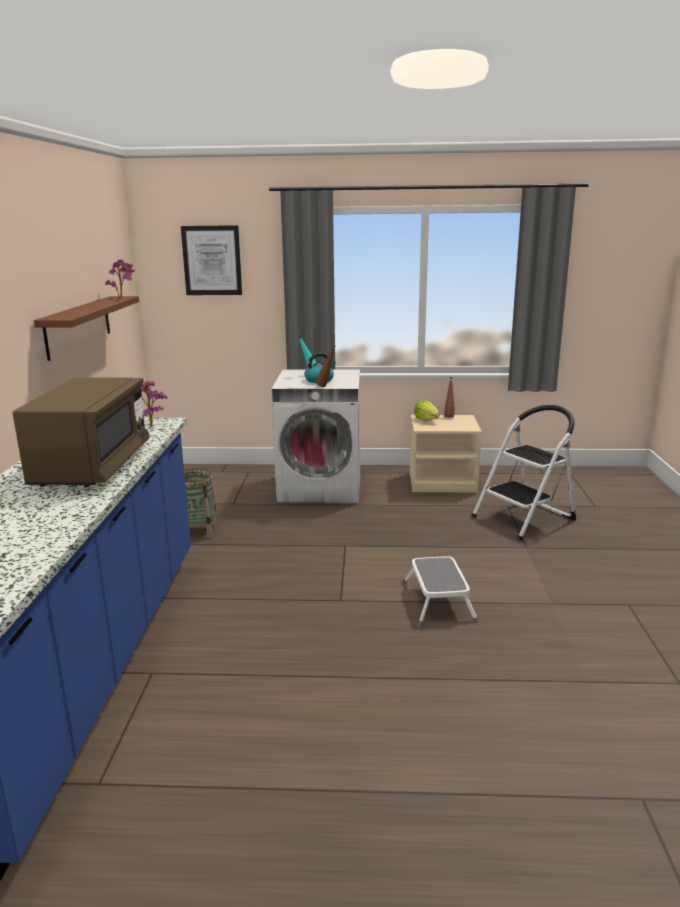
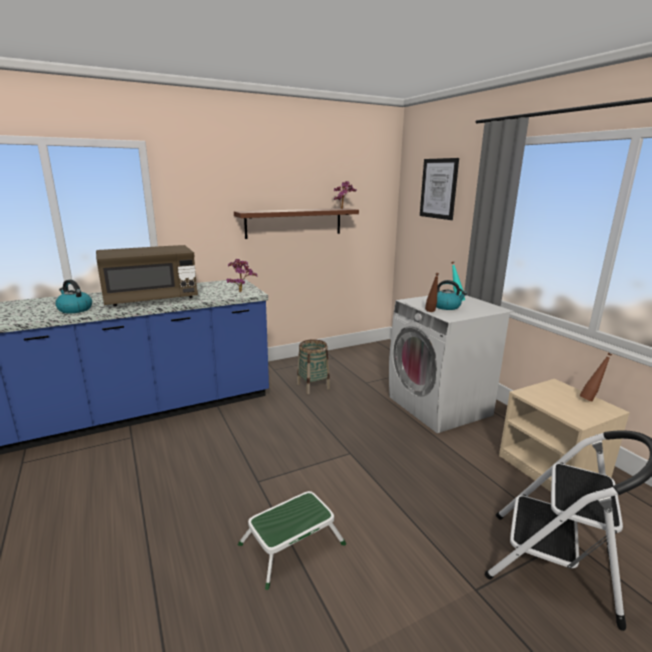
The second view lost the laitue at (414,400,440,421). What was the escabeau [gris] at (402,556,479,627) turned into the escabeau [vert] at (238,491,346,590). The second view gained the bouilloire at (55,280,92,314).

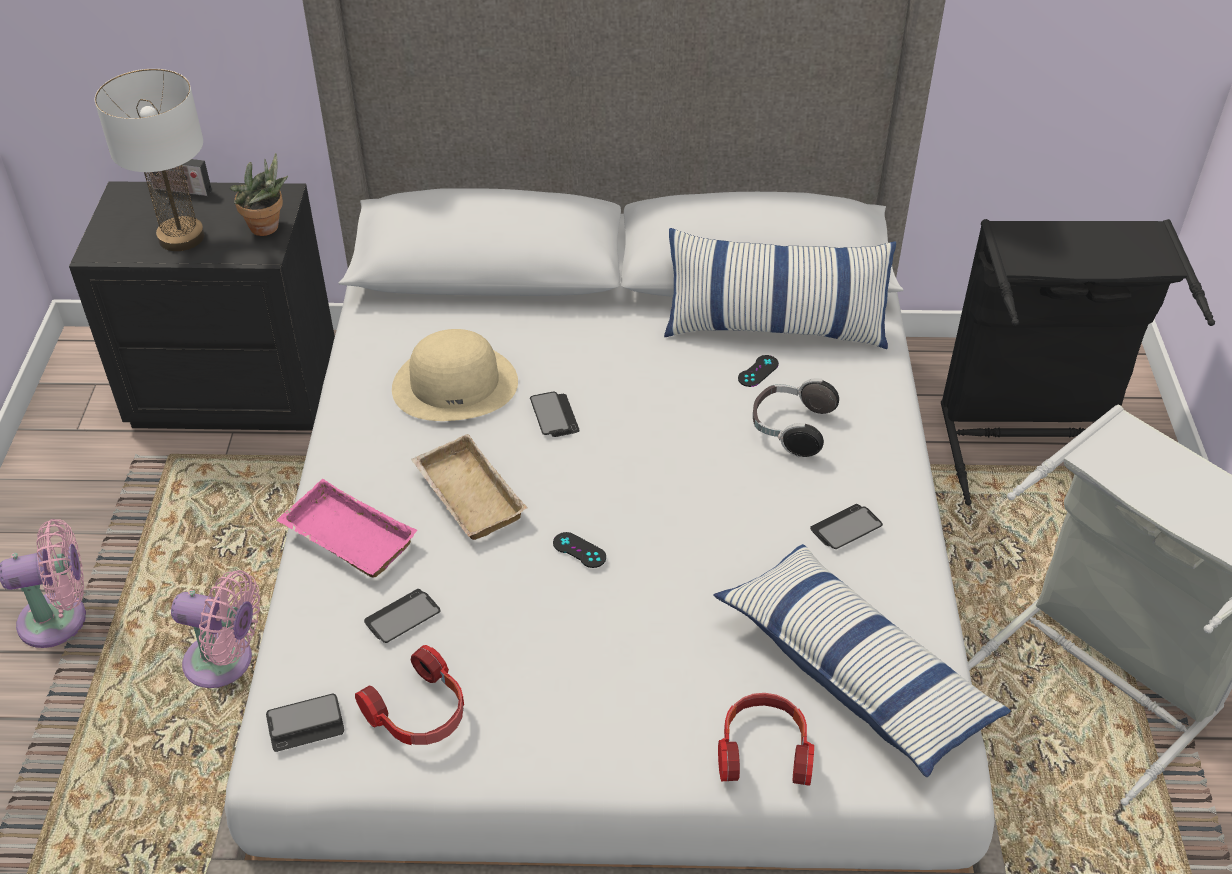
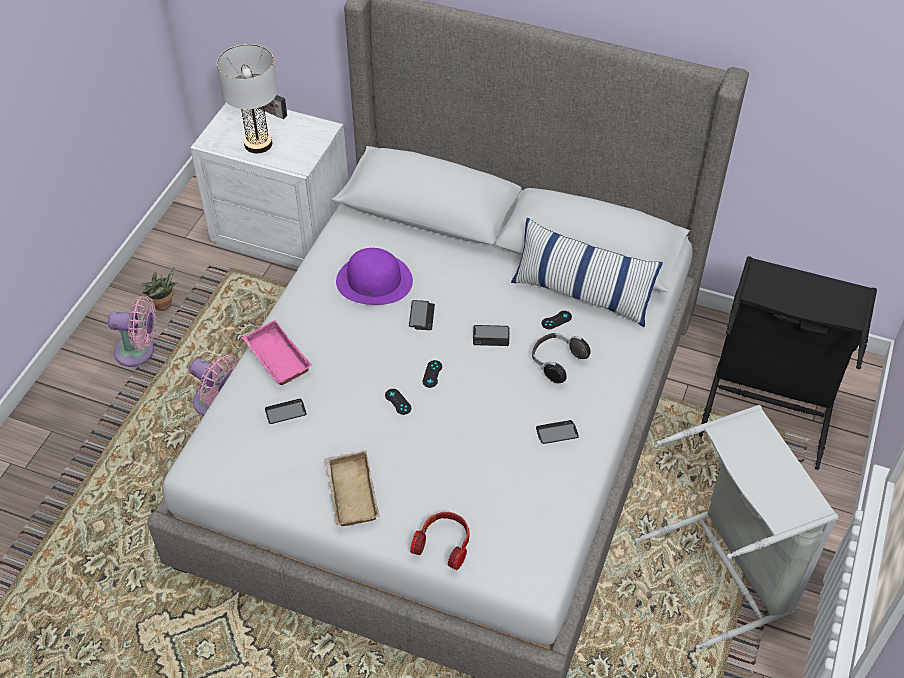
The plante en pot ended up elsewhere, having gone from (230,153,288,236) to (142,268,178,311). What was the table de chevet [noir] at (69,181,335,431) turned into the table de chevet [blanc] at (190,103,349,269). What was the chapeau [beige] at (392,329,518,421) turned into the chapeau [violet] at (336,248,413,305). The plateau [beige] ended up elsewhere, having gone from (411,434,527,540) to (325,451,379,526). The second view lost the coussin at (713,544,1011,777). The second view lost the casque audio at (355,645,464,745). The téléphone ended up elsewhere, having gone from (266,693,344,752) to (473,325,510,346). The second view gained the manette [noir] at (422,360,442,388).

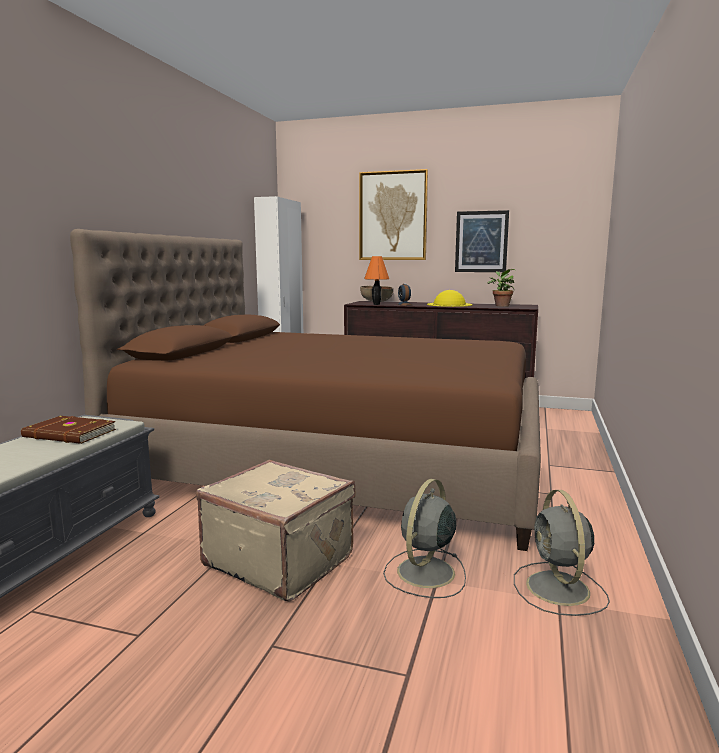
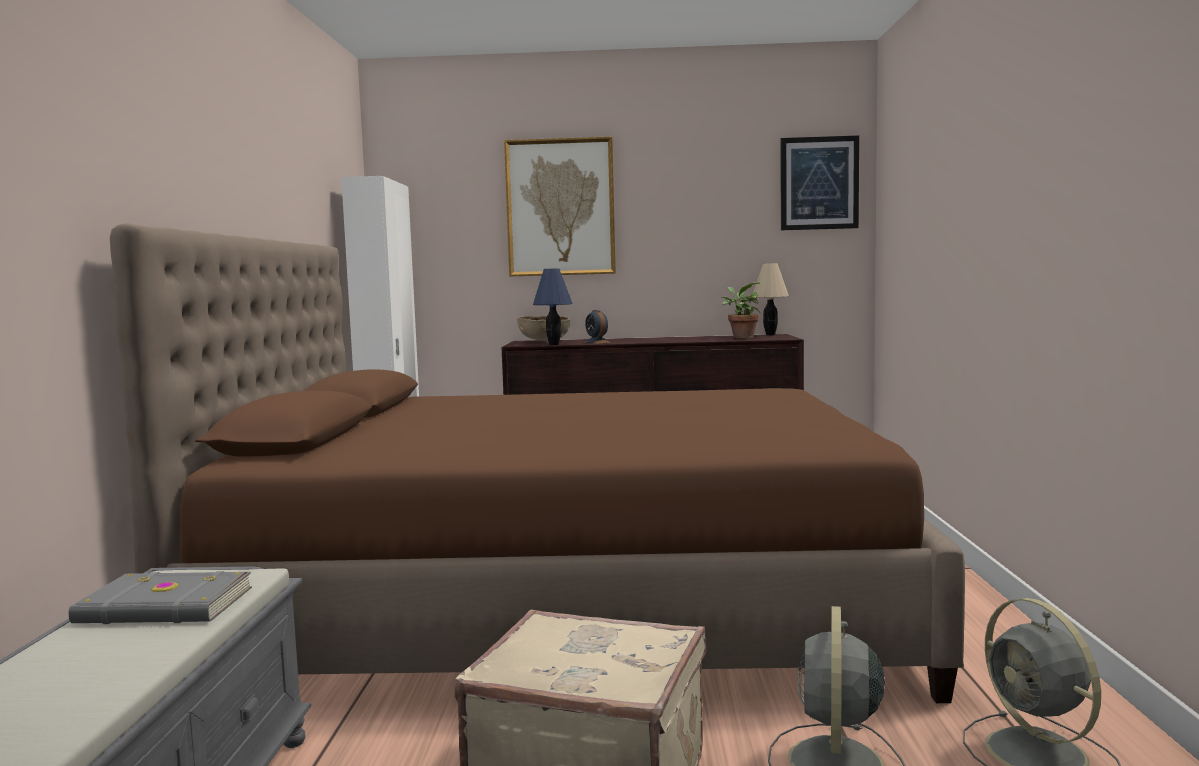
The tableau ended up elsewhere, having gone from (455,210,509,272) to (780,135,859,230). What was the lampe de table [orange] at (364,256,389,305) turned into the lampe de table [bleu] at (533,268,573,345). The second view lost the chapeau [jaune] at (427,290,473,307). What was the livre [marron] at (21,416,116,444) turned into the livre [gris] at (69,571,252,624). The second view gained the lampe de table [beige] at (753,263,789,335).

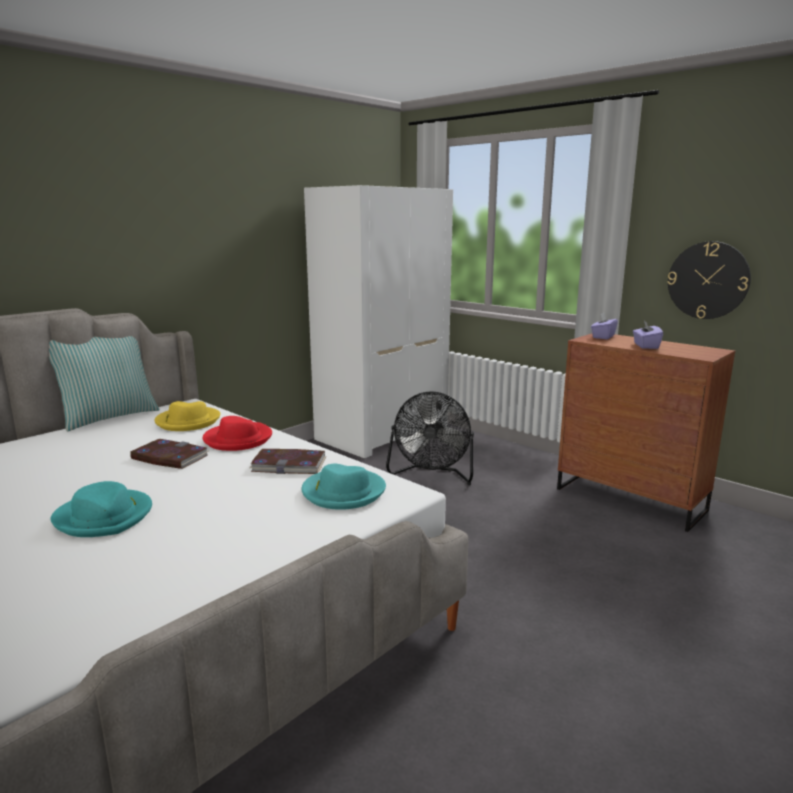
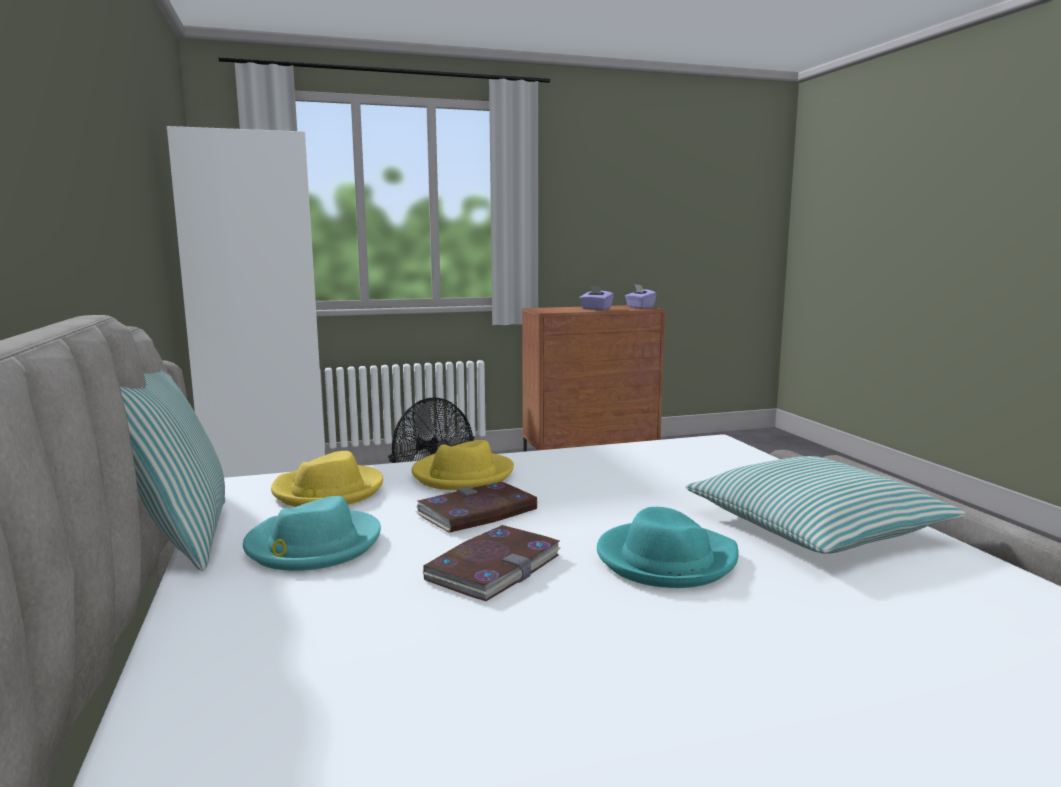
The second view lost the horloge murale at (667,241,751,319). The boîte à mouchoirs [violet] ended up elsewhere, having gone from (591,312,618,339) to (625,285,656,309). What was the chapeau [rouge] at (202,416,272,451) turned into the chapeau [jaune] at (412,440,514,490). The livre ended up elsewhere, having gone from (250,449,326,474) to (422,525,561,601). The chapeau [turquoise] ended up elsewhere, having gone from (302,464,386,510) to (243,496,381,571). The second view gained the coussin at (686,456,966,554).

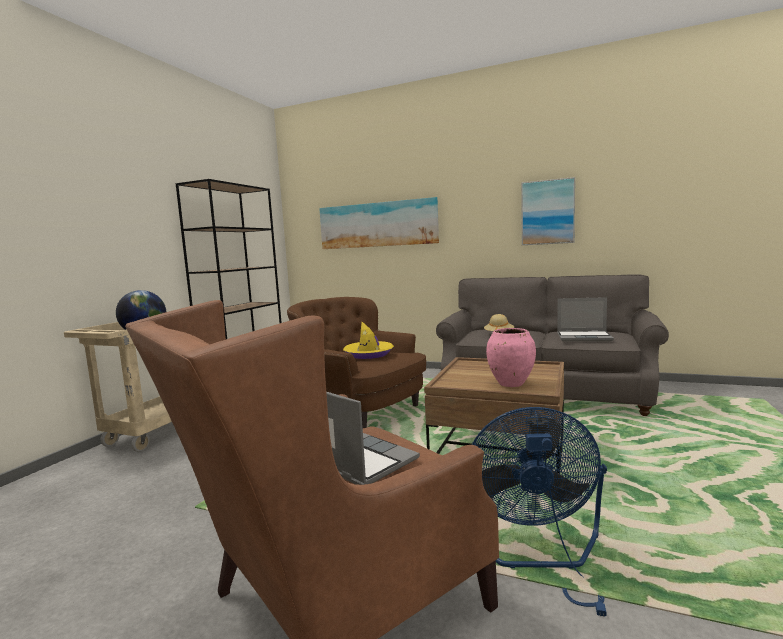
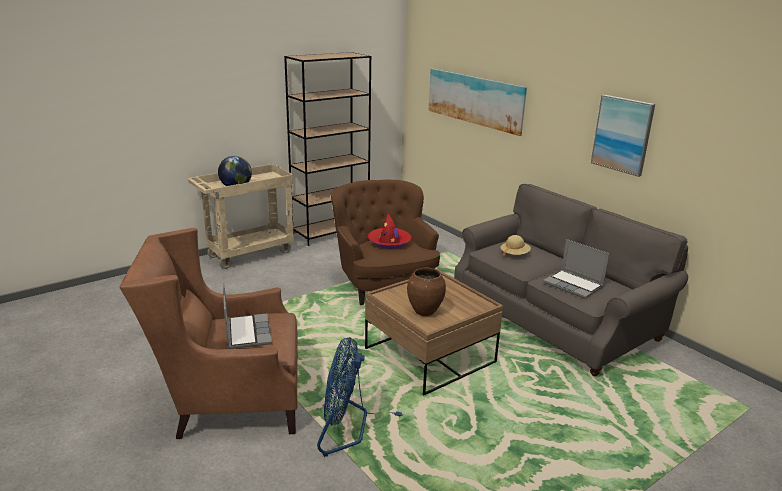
What was the chapeau [jaune] at (343,322,394,359) turned into the chapeau [rouge] at (368,214,411,249). What was the vase [rose] at (486,328,536,387) turned into the vase [marron] at (407,267,446,316). The ventilateur [bleu] at (472,407,607,617) ended up facing another way, 120 degrees counterclockwise from before.

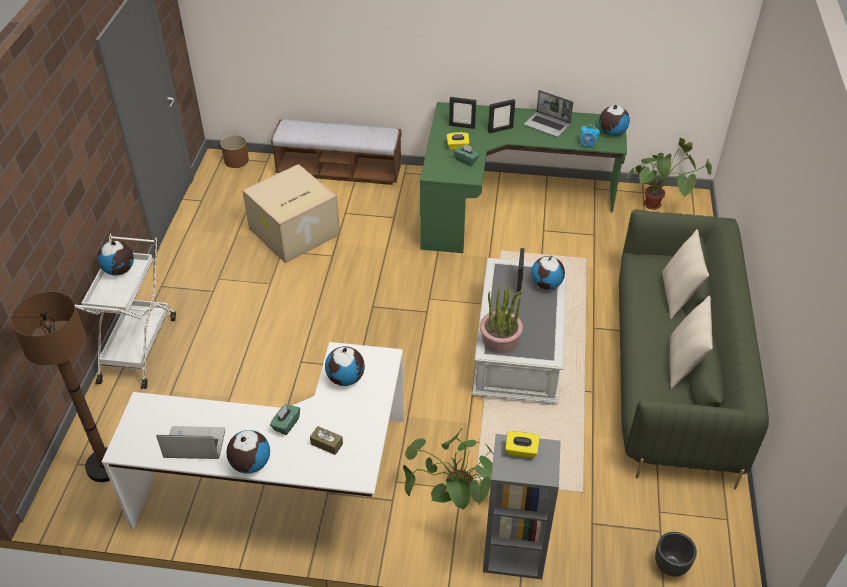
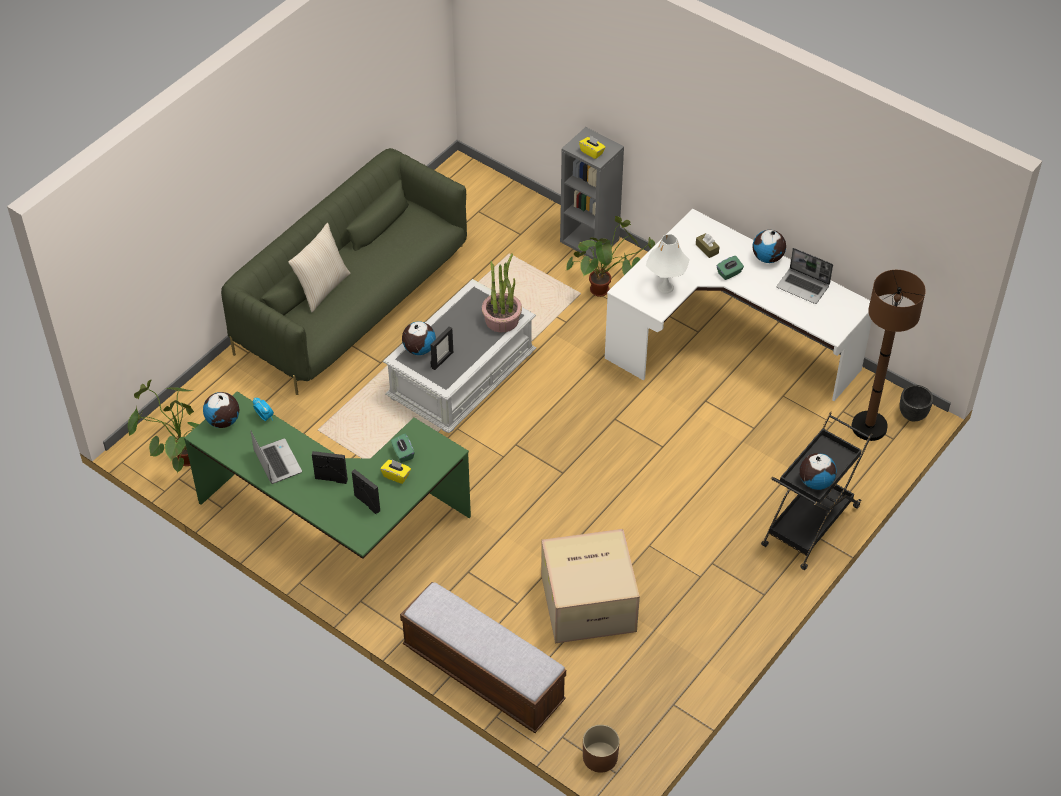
What was the chariot [blanc] at (75,233,176,389) turned into the chariot [noir] at (761,412,872,570). The second view lost the coussin [beige] at (670,296,713,389). Where the globe stood at (325,346,365,386), the lampe de table [blanc] came to stand at (646,234,690,293). The cache-pot [noir] ended up elsewhere, having gone from (655,532,697,577) to (900,385,933,421).

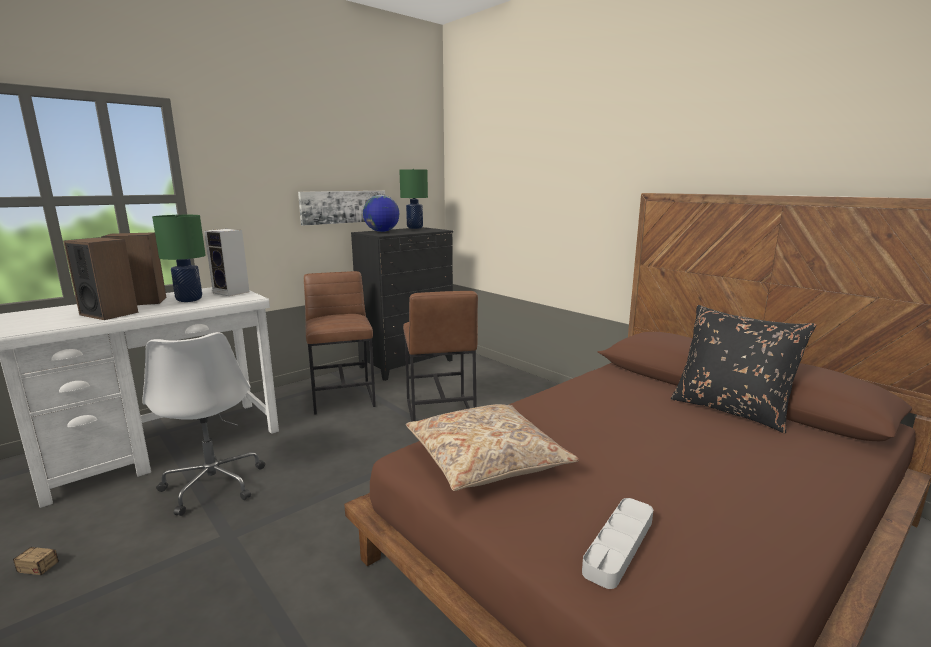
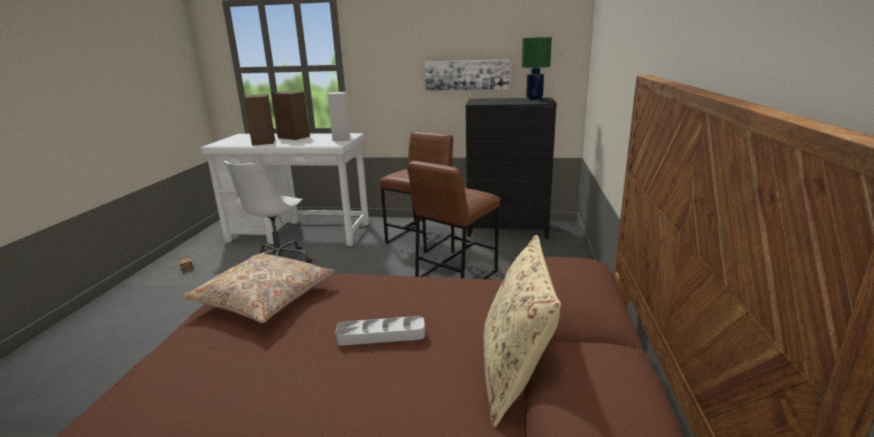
The second view lost the globe at (363,195,399,232). The second view lost the lampe de table [vert] at (152,215,206,302). What was the coussin [noir] at (671,305,816,433) turned into the coussin [beige] at (483,235,561,427). The plateau [gris] ended up elsewhere, having gone from (582,498,653,589) to (336,316,425,346).

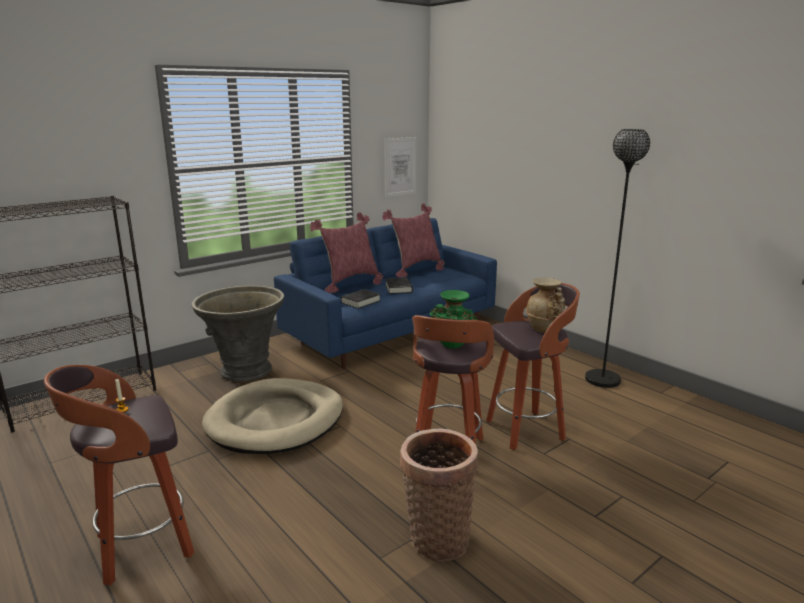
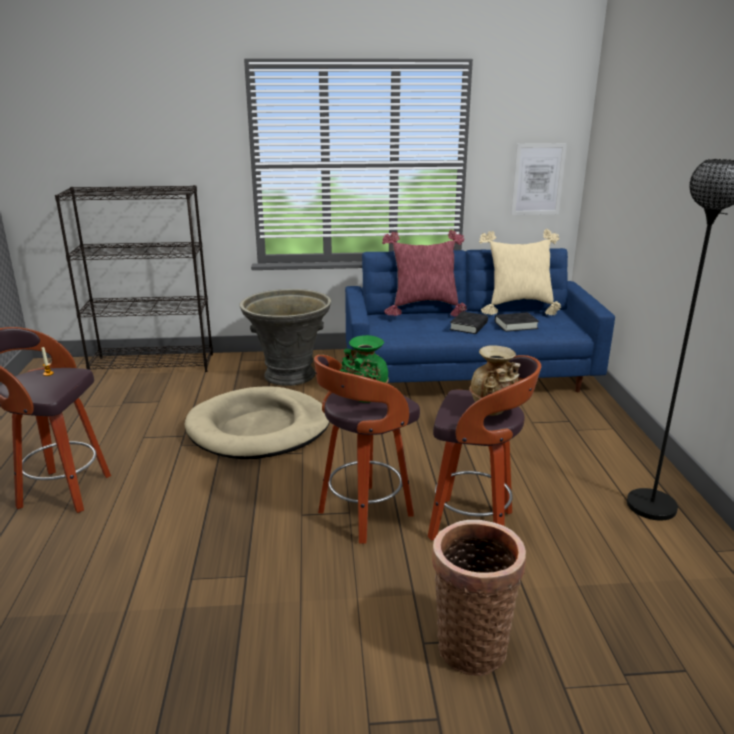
What was the coussin [rouge] at (382,203,445,278) turned into the coussin [beige] at (479,229,562,316). The livre [noir] ended up elsewhere, having gone from (341,289,381,309) to (495,312,539,332). The panier ended up elsewhere, having gone from (400,429,478,562) to (432,520,526,676).

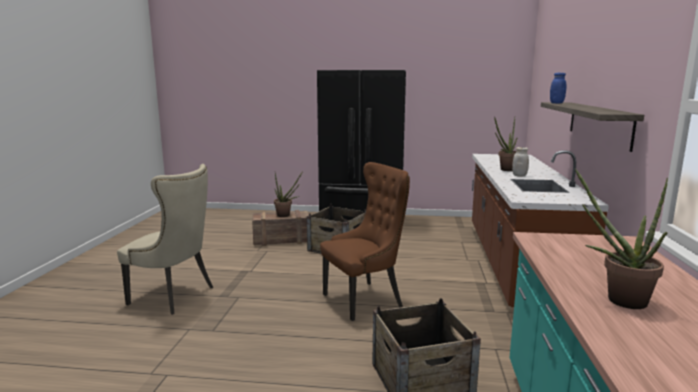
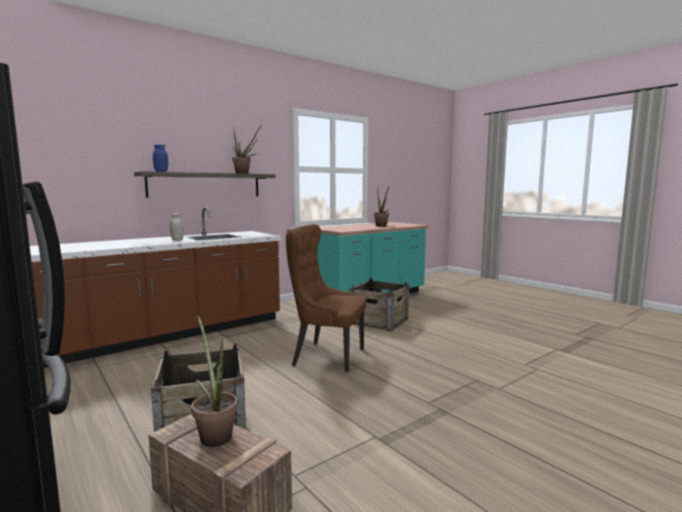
The plante en pot ended up elsewhere, having gone from (494,117,517,171) to (232,126,261,174). The second view lost the chaise [beige] at (117,164,213,315).

